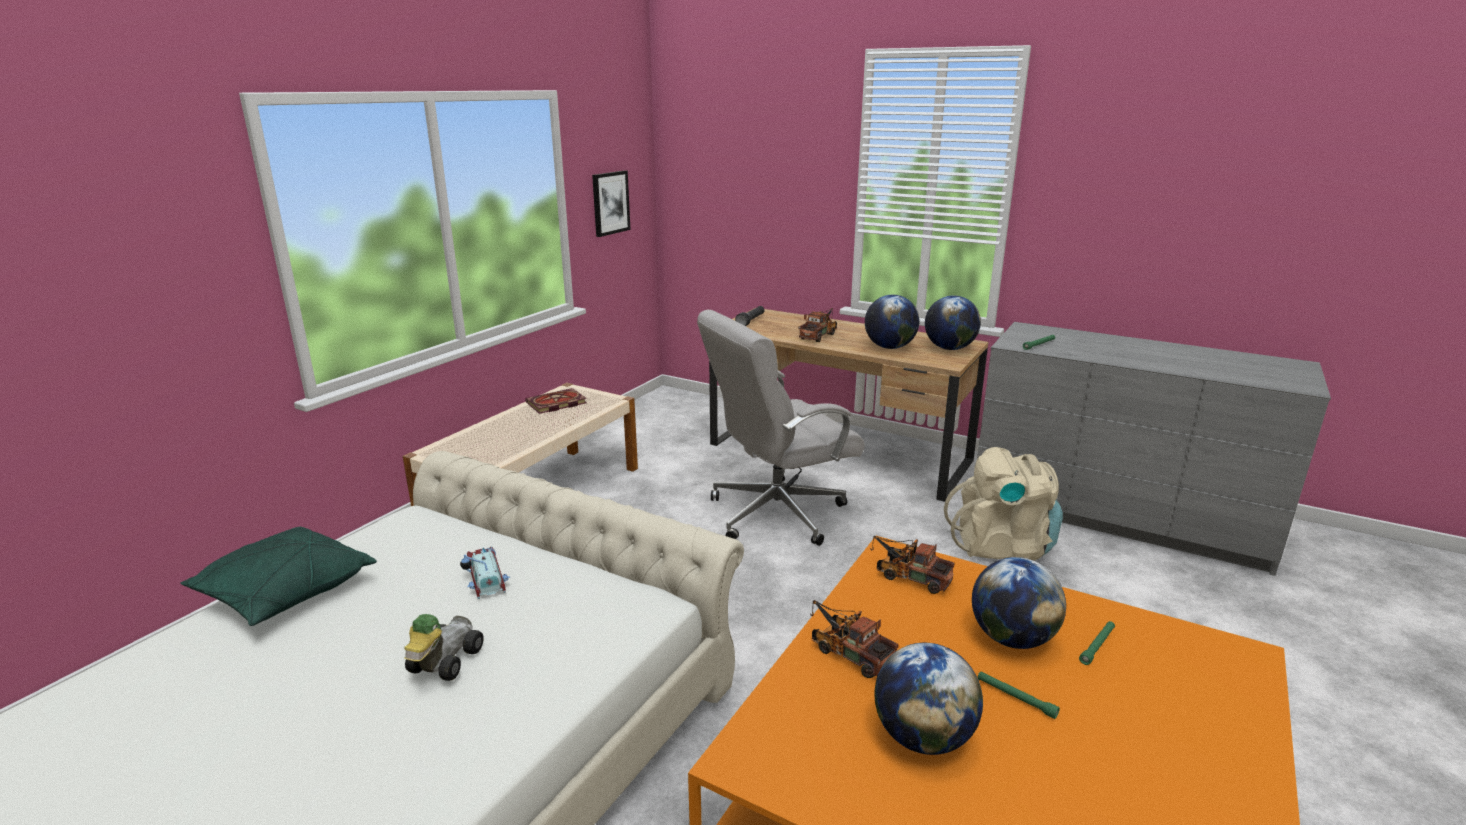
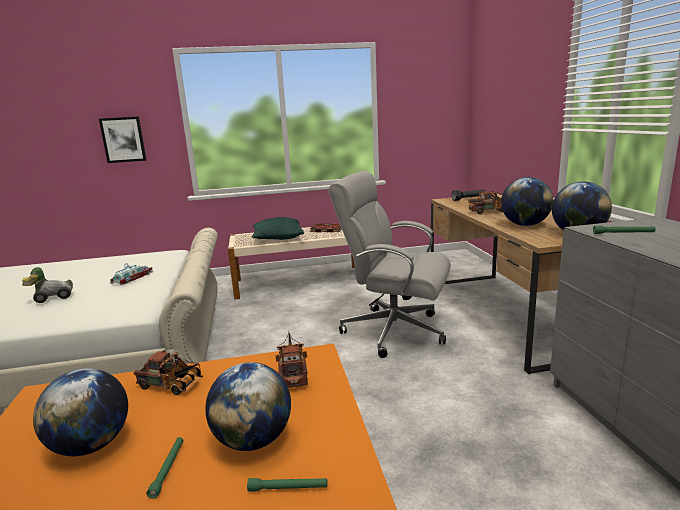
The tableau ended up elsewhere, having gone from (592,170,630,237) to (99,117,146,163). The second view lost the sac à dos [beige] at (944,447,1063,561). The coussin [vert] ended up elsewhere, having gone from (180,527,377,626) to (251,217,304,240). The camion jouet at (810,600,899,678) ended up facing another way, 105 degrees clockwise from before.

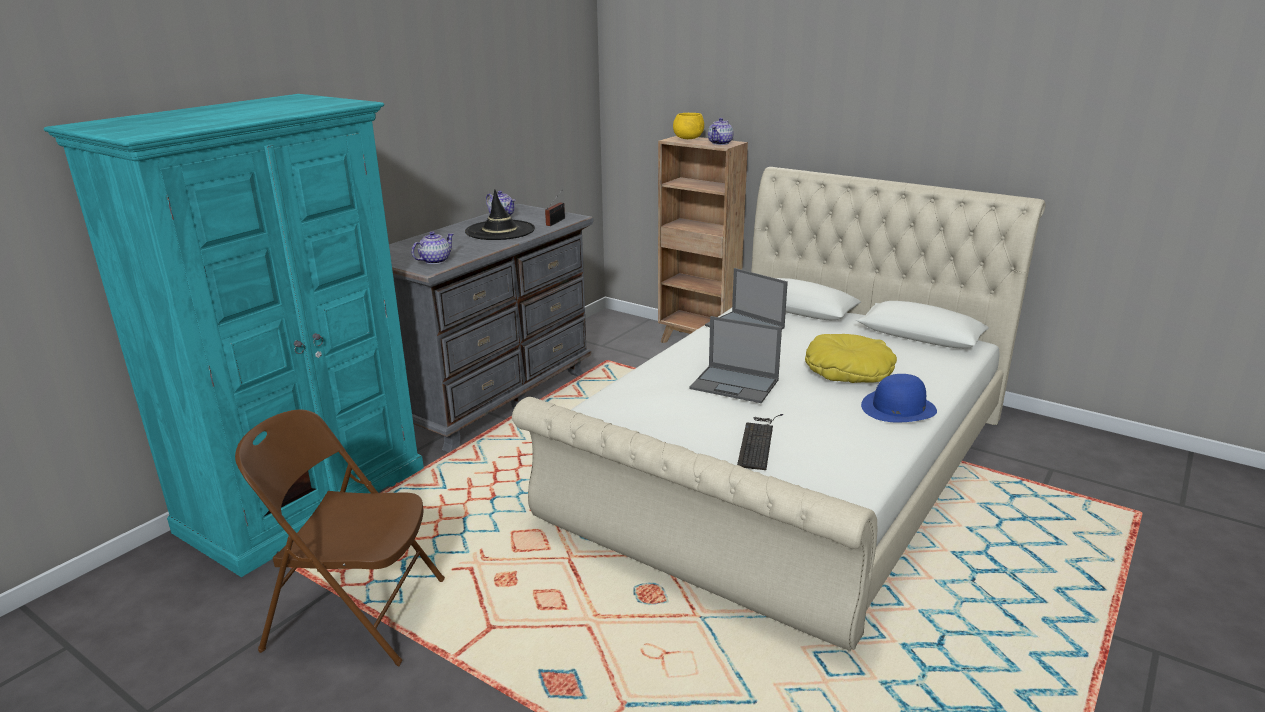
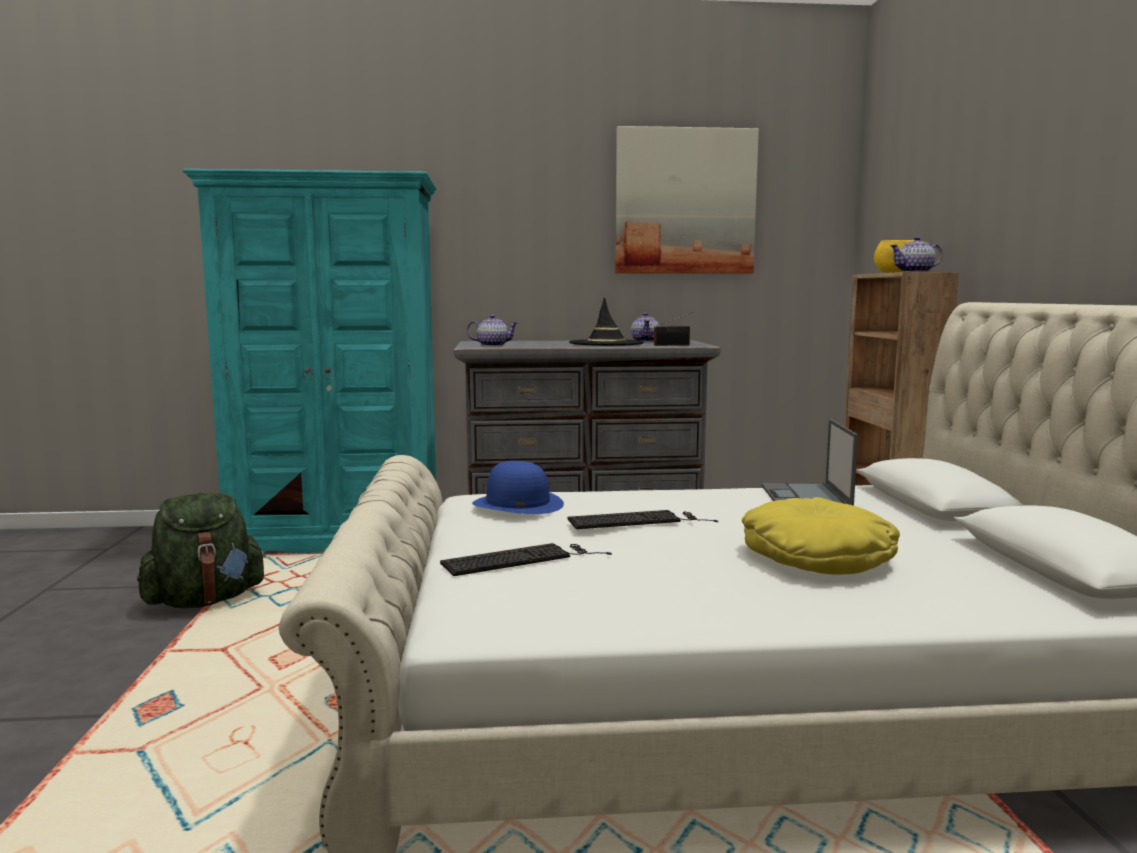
Where the ordinateur portable stood at (689,316,782,403), the clavier came to stand at (568,510,718,529). The chapeau [bleu] ended up elsewhere, having gone from (861,374,937,422) to (472,461,564,514). Where the chaise [marron] stood at (235,410,445,666), the sac à dos [vert] came to stand at (137,492,266,608). The second view gained the tableau at (615,126,759,274).

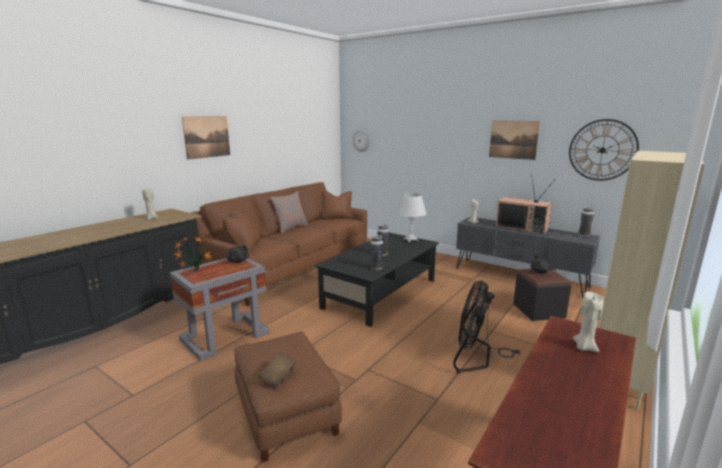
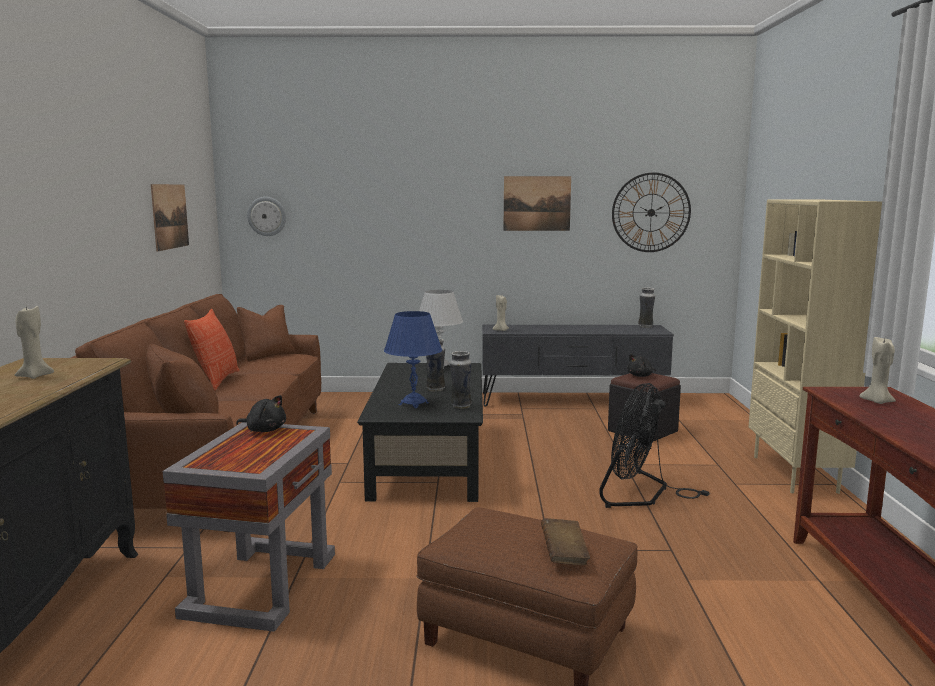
The tableau ended up elsewhere, having gone from (182,116,230,160) to (151,184,189,252). The second view lost the téléviseur at (496,174,554,235). What was the coussin [gris] at (270,191,308,234) turned into the coussin [orange] at (184,309,240,390). The second view lost the plante en pot at (175,236,212,272). The ventilateur [noir] at (453,280,522,374) ended up facing another way, 45 degrees clockwise from before. The second view gained the lampe de table [bleu] at (384,311,442,408).

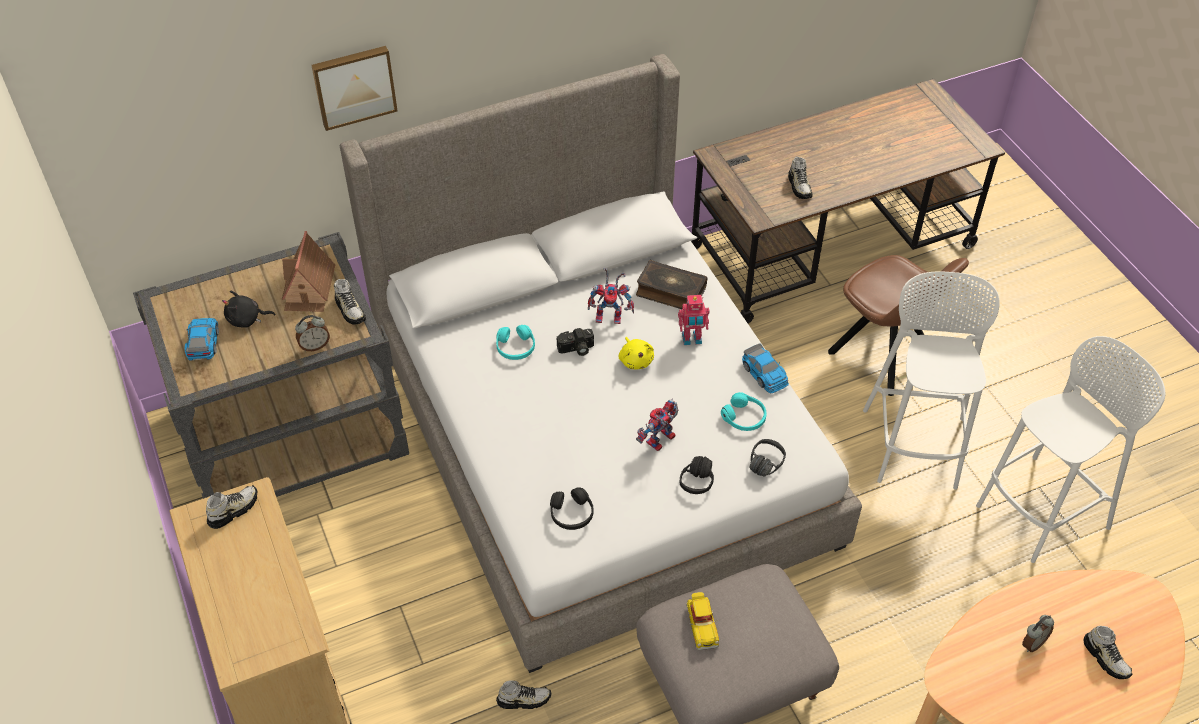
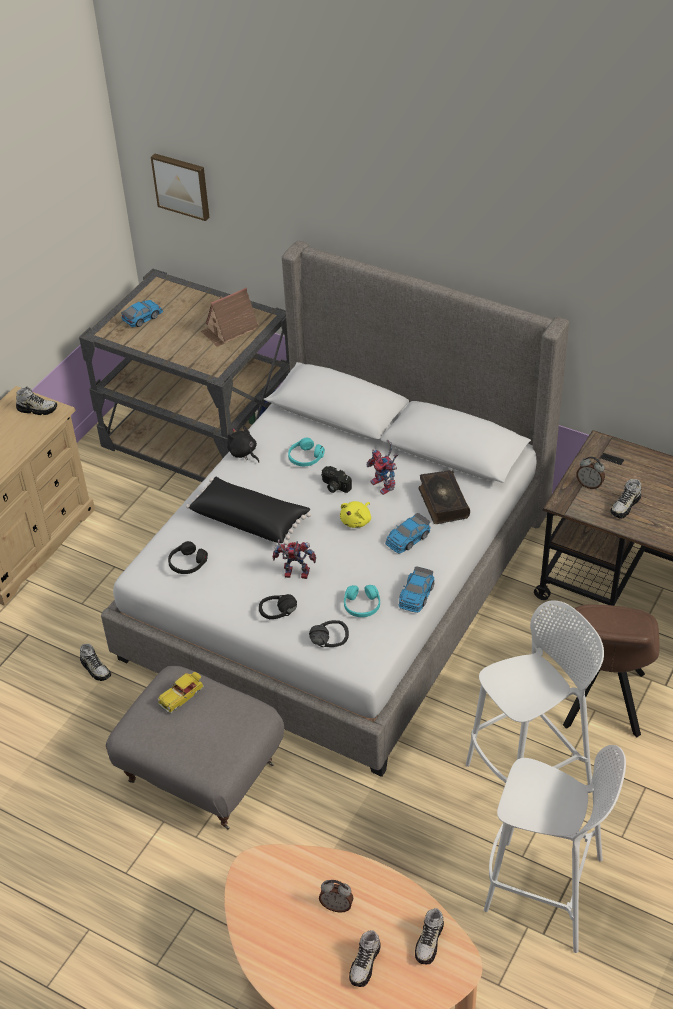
The tableau ended up elsewhere, having gone from (311,46,398,131) to (151,154,210,221). The chaussure ended up elsewhere, having gone from (334,279,366,325) to (415,908,444,964). The peluche [noir] ended up elsewhere, having gone from (222,291,276,328) to (227,425,259,463). Where the robot jouet stood at (678,295,710,345), the petite voiture came to stand at (385,513,431,553). The réveil ended up elsewhere, having gone from (295,315,330,351) to (576,457,605,489). The second view gained the coussin [noir] at (186,477,311,545).

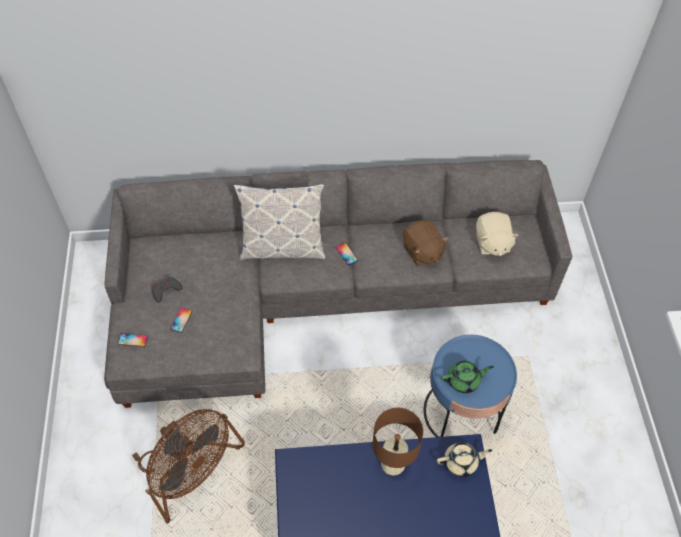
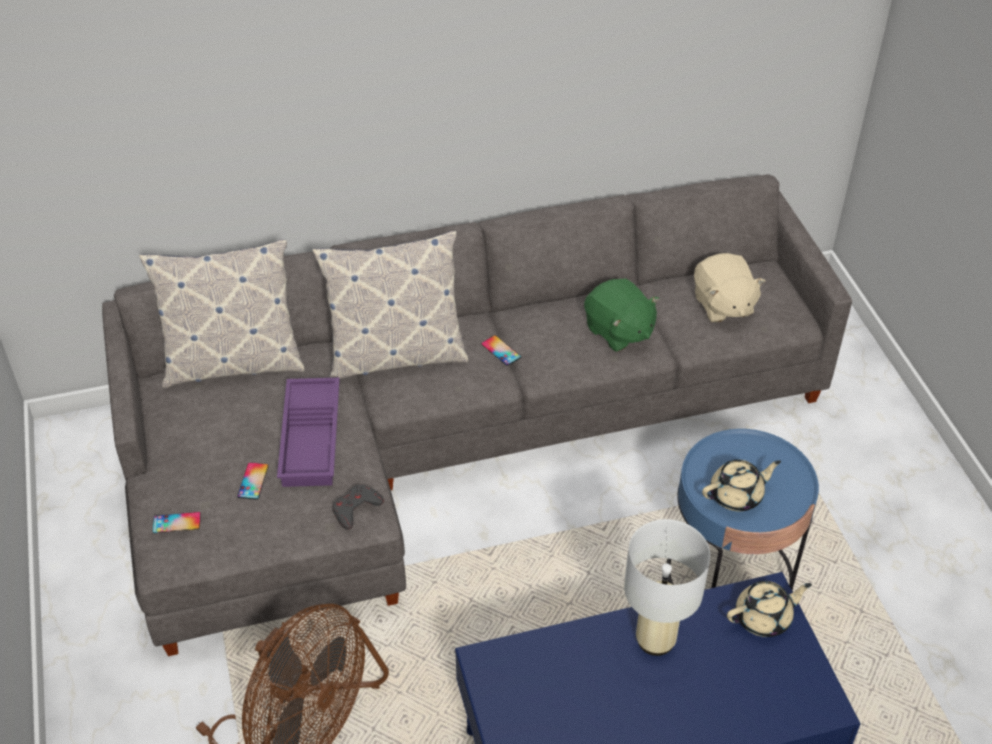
What was the peluche [marron] at (402,220,449,266) turned into the peluche [vert] at (584,278,659,352). The manette [gris] ended up elsewhere, having gone from (152,277,183,303) to (332,485,384,530). What was the théière [vert] at (441,361,494,393) turned into the théière [beige] at (702,460,781,511). What was the lampe de table [marron] at (373,408,423,476) turned into the lampe de table [blanc] at (624,519,710,656). The second view gained the coussin at (139,239,305,388). The second view gained the plateau [violet] at (277,378,340,487).

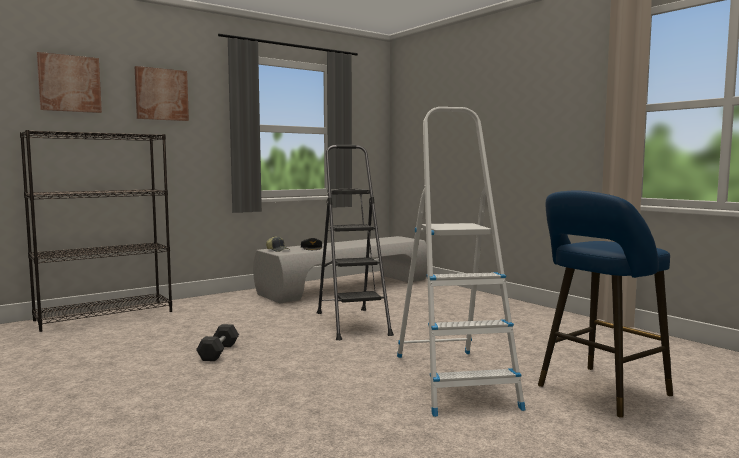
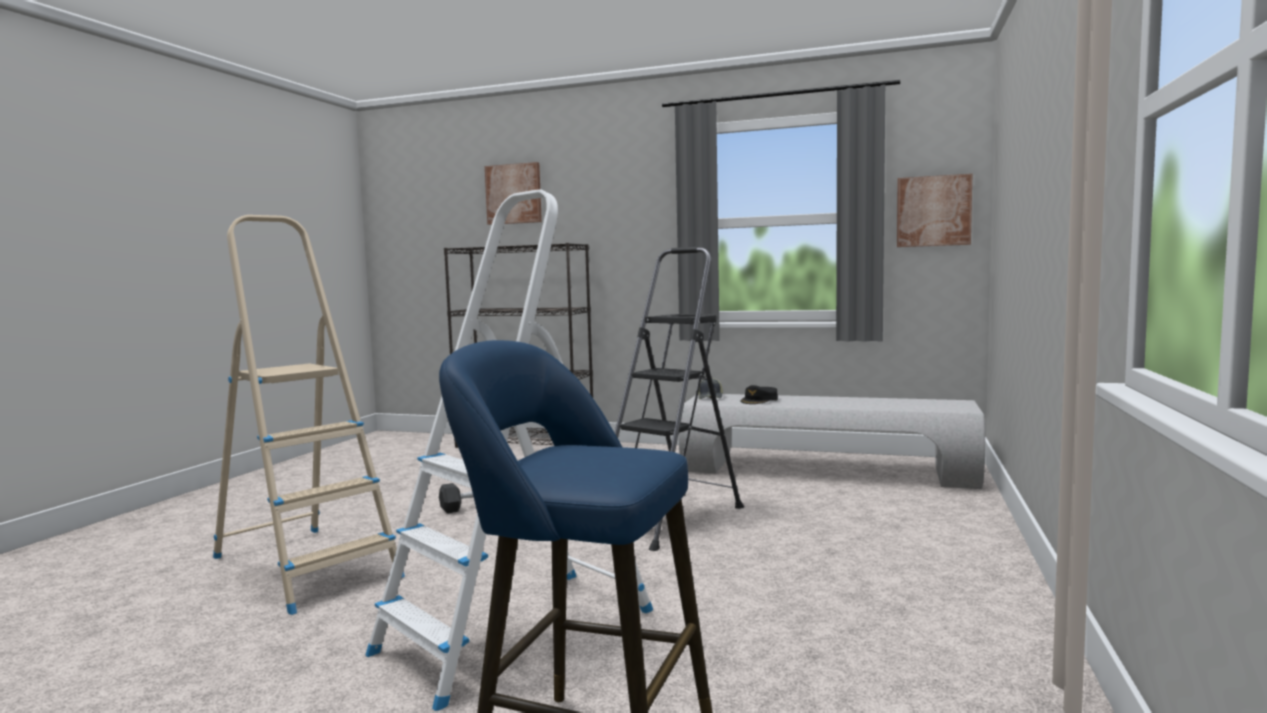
The tableau ended up elsewhere, having gone from (135,66,189,121) to (897,174,972,247). The second view gained the escabeau [beige] at (213,215,405,615).

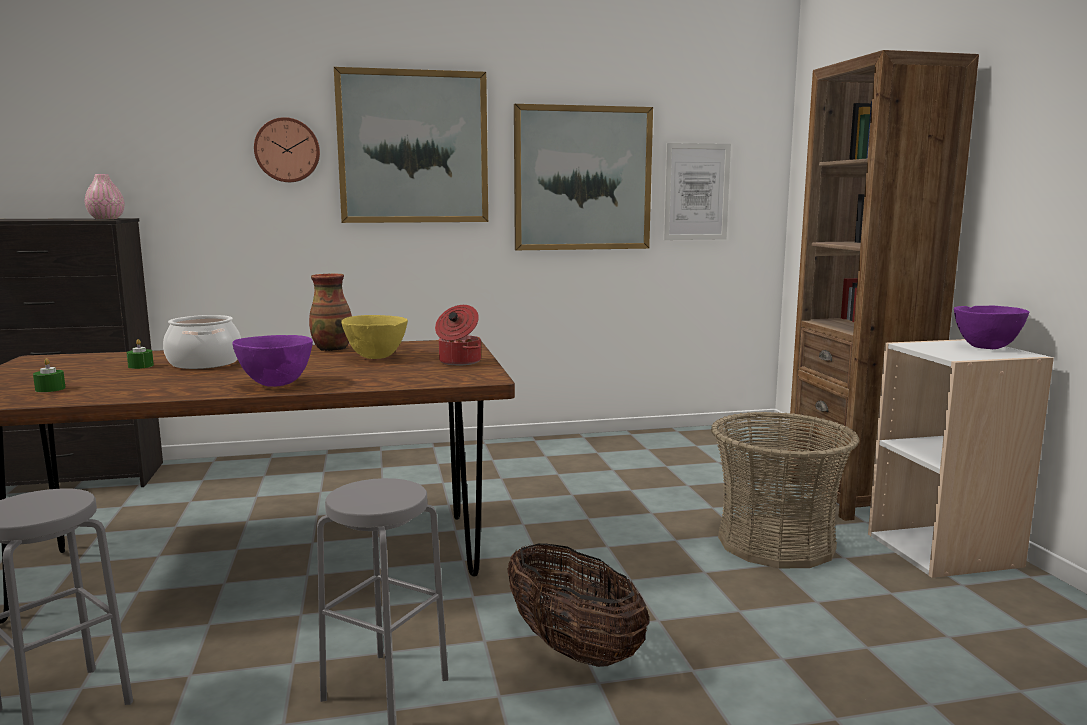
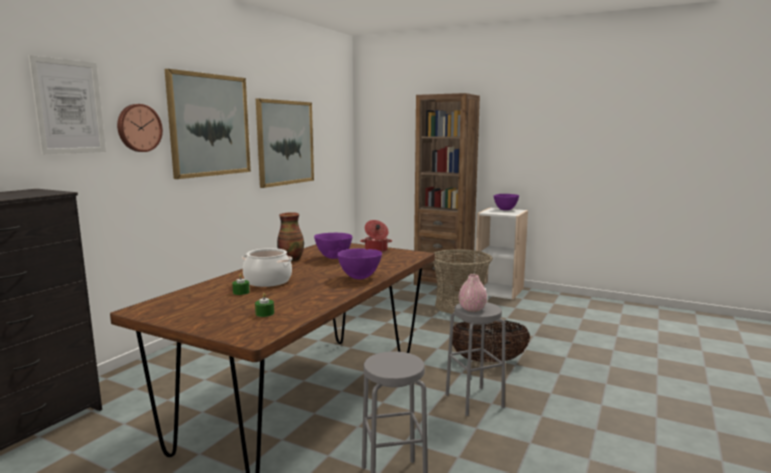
The tableau ended up elsewhere, having gone from (663,143,731,240) to (28,55,106,154). The vase [rose] ended up elsewhere, having gone from (85,174,125,219) to (458,274,487,312). What was the bol [jaune] at (341,315,408,359) turned into the bol [violet] at (314,233,352,259).

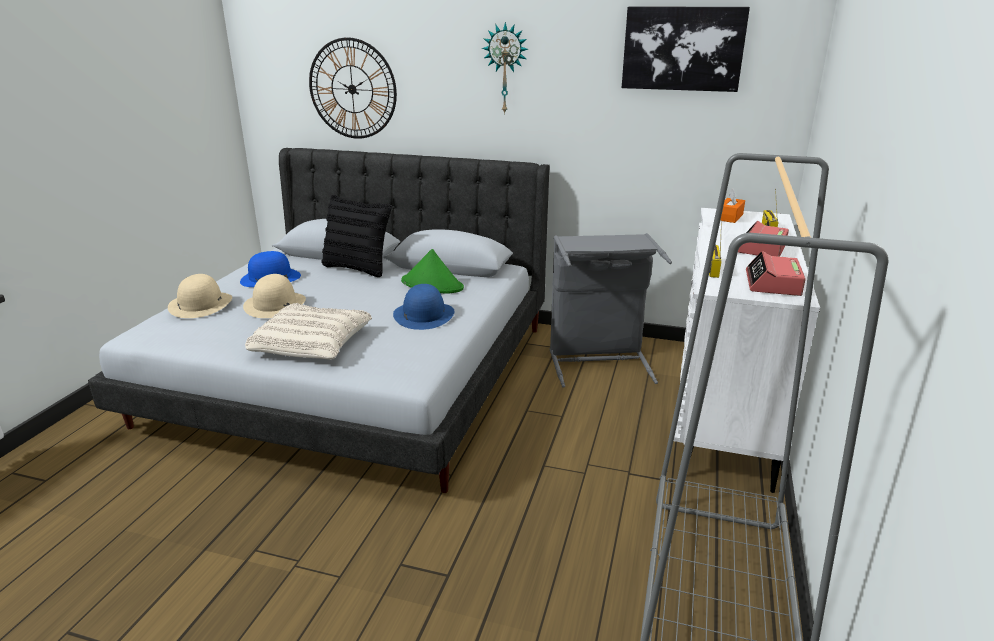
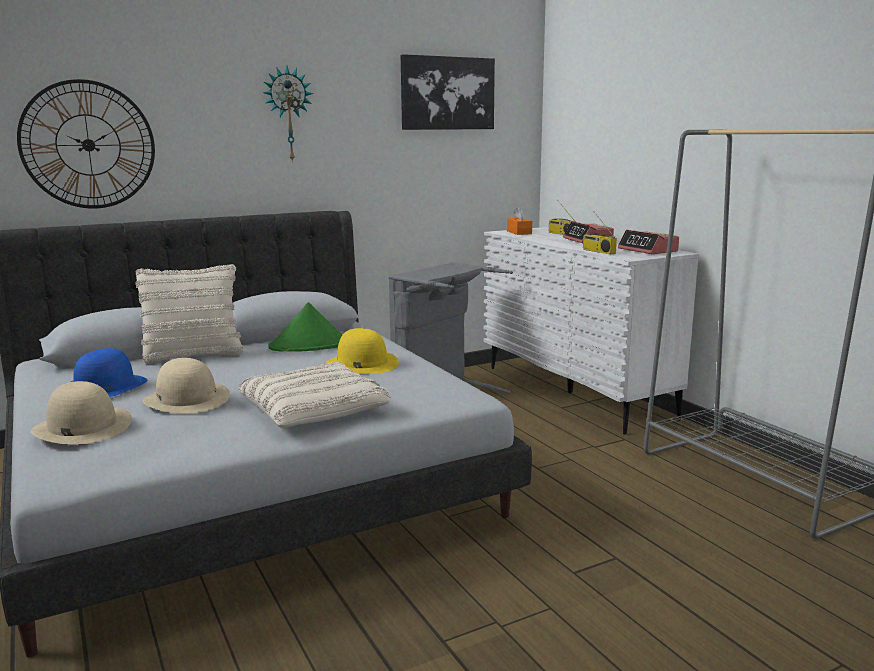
What was the coussin [noir] at (321,195,392,277) turned into the coussin [beige] at (135,264,244,364). What was the chapeau [bleu] at (393,284,455,330) turned into the chapeau [jaune] at (326,328,399,374).

